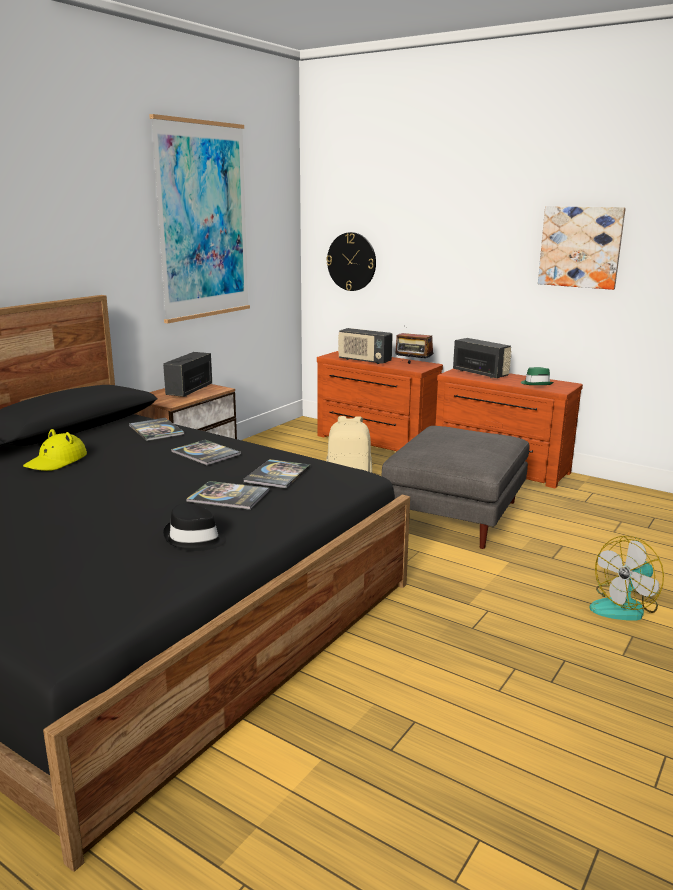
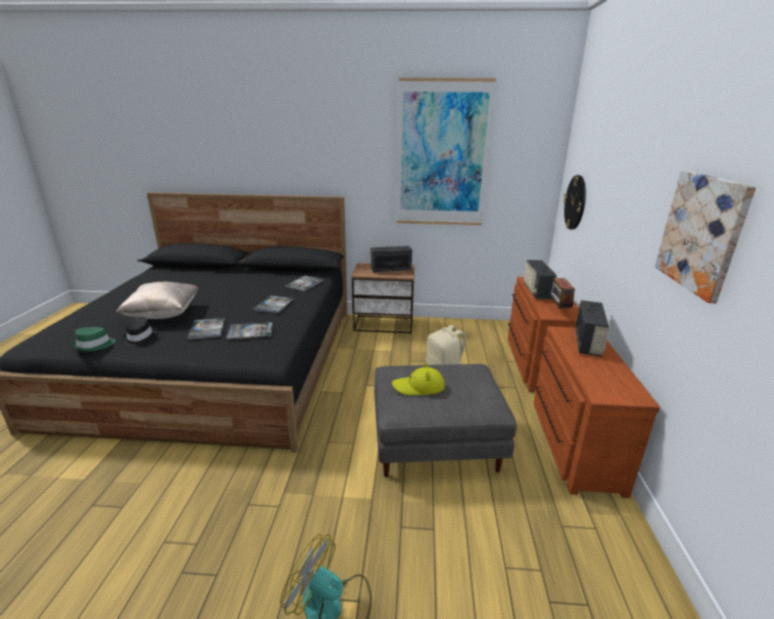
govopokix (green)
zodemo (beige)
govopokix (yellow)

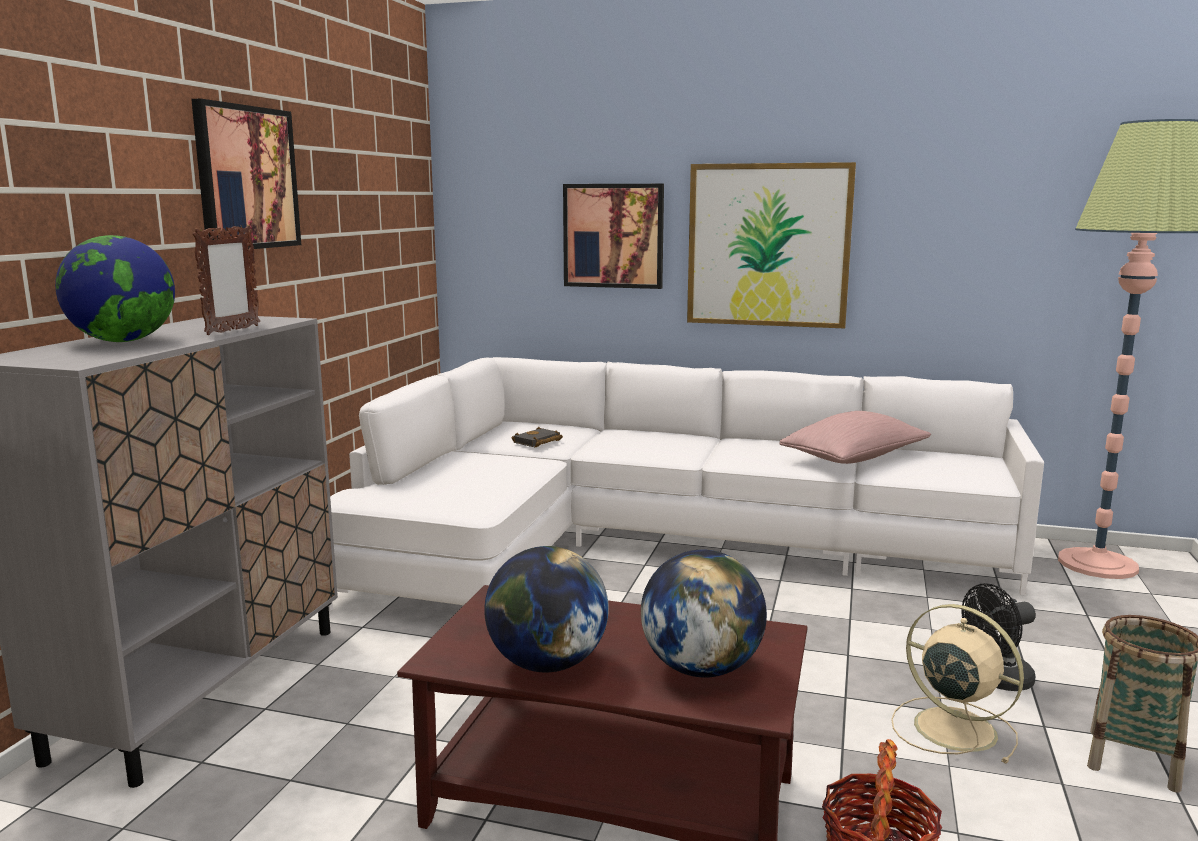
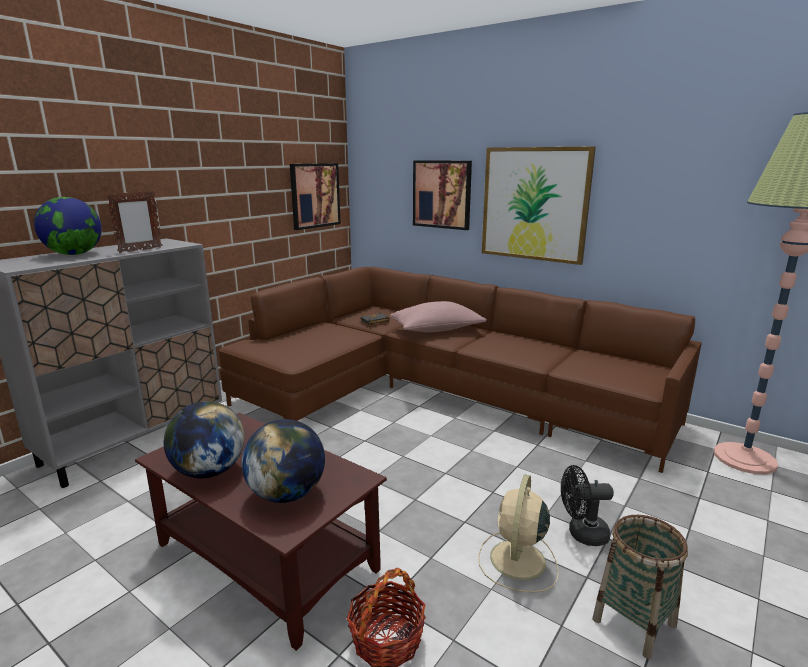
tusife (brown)
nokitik (1st from left)
zodemo (pink)
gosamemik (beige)

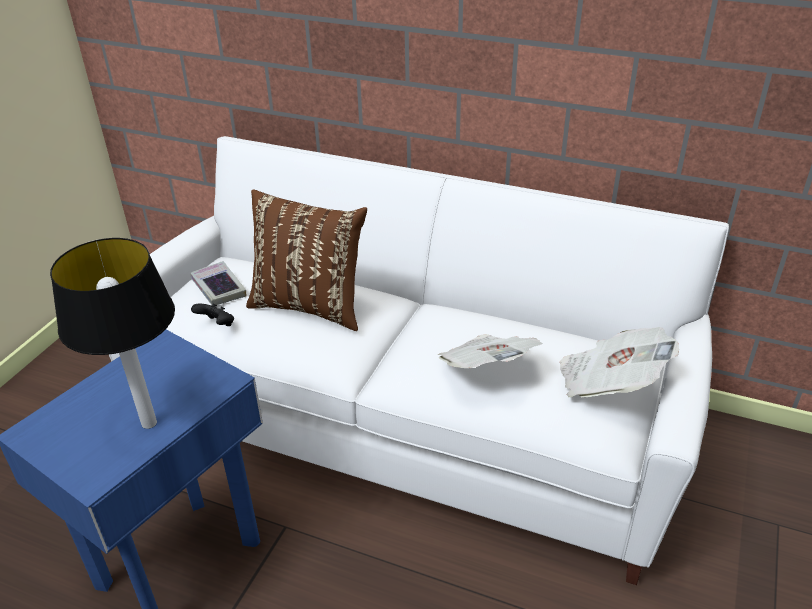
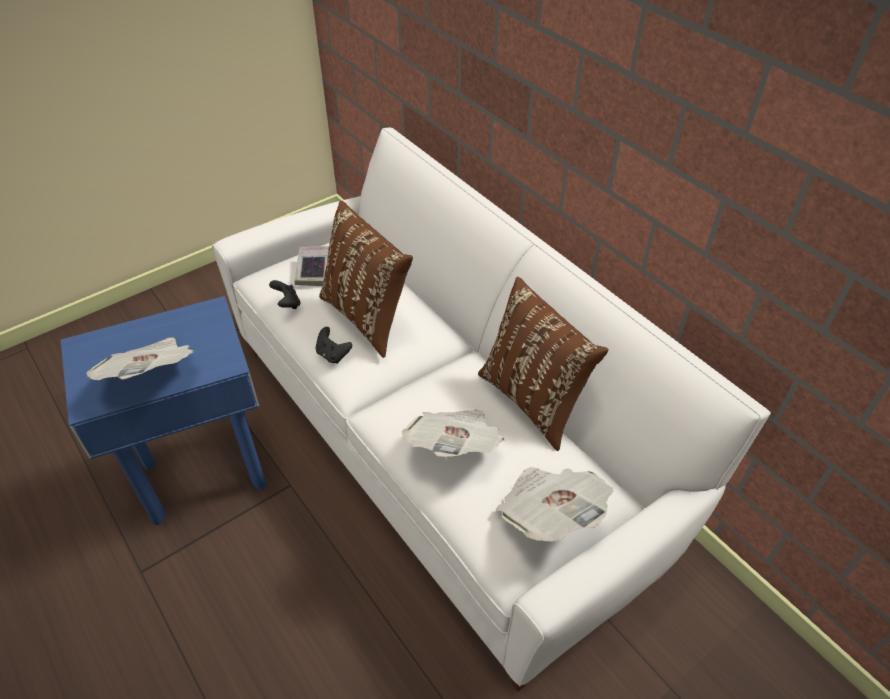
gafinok (1st from left)
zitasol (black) (2nd from left)
zodemo (brown) (2nd from left)

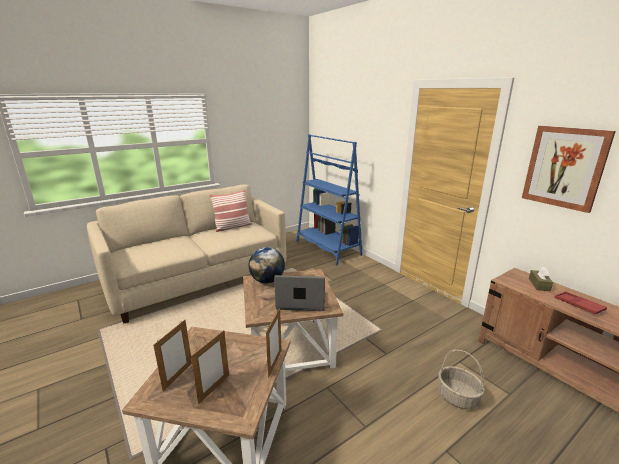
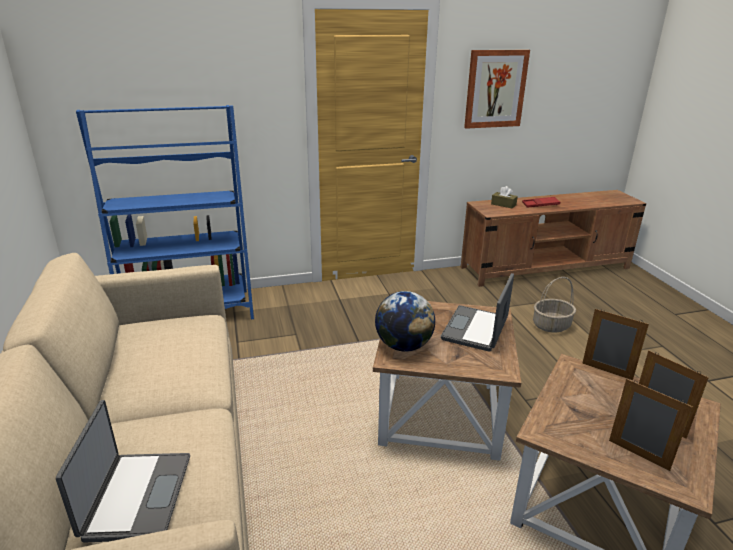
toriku (1st from left)
zodemo

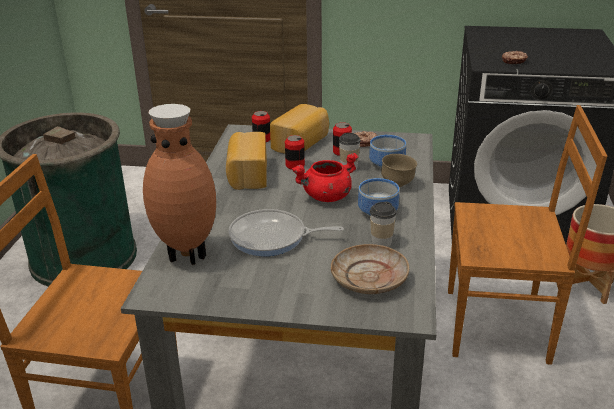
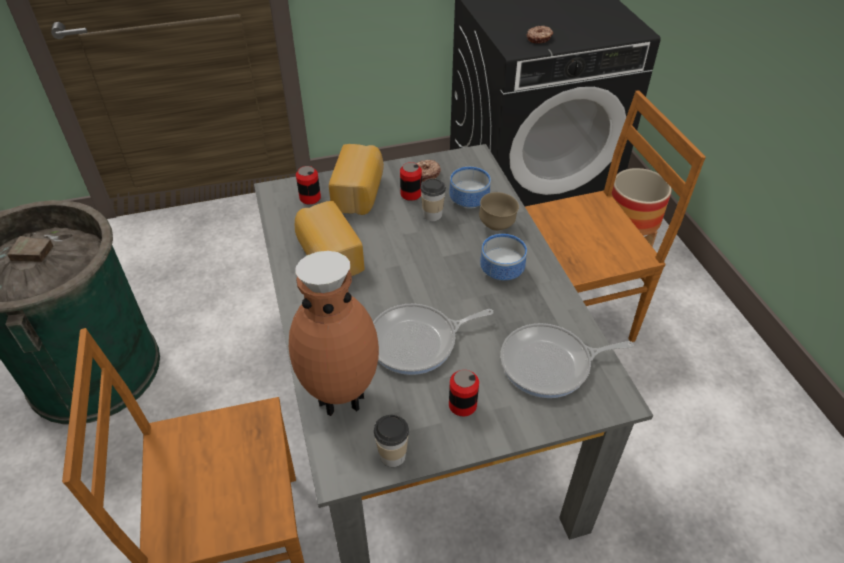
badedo (1st from left)
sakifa (3rd from left)
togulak (2nd from left)
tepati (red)

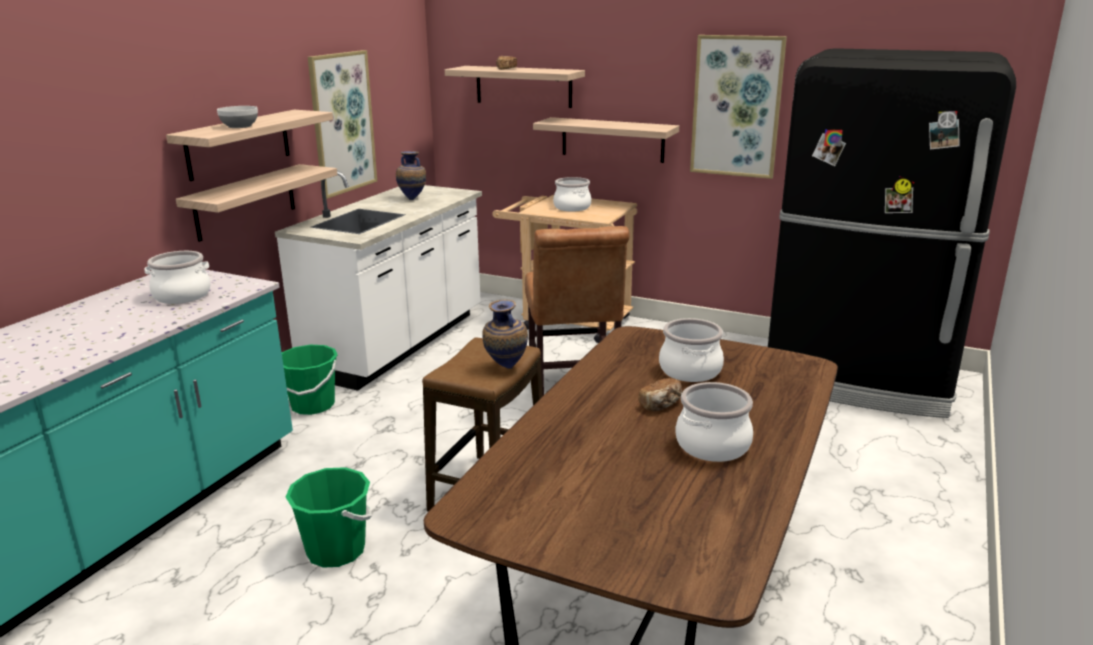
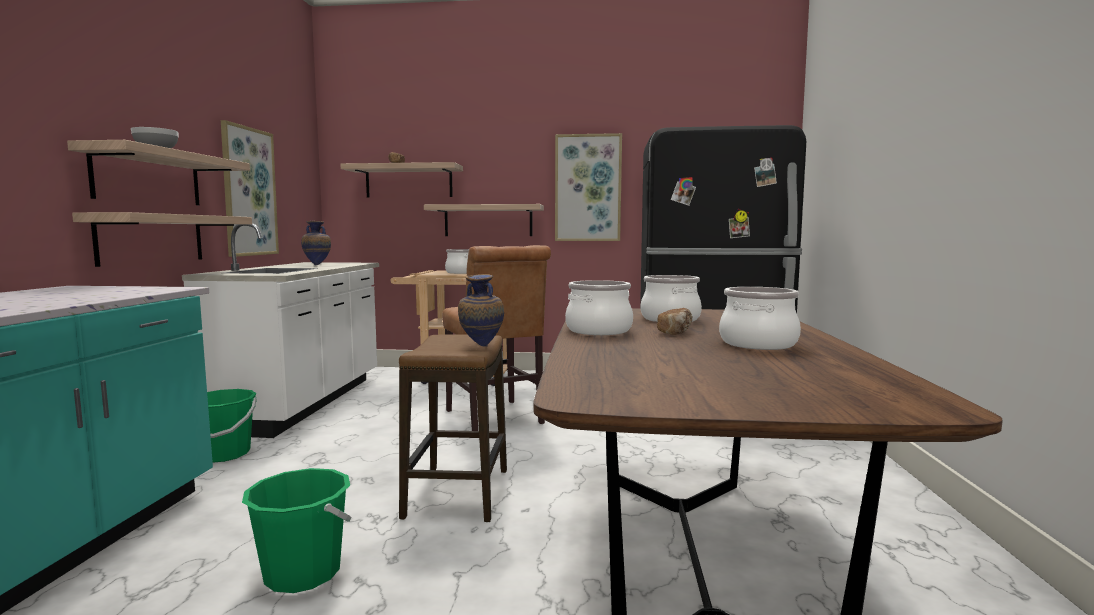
tepati (2nd from left)

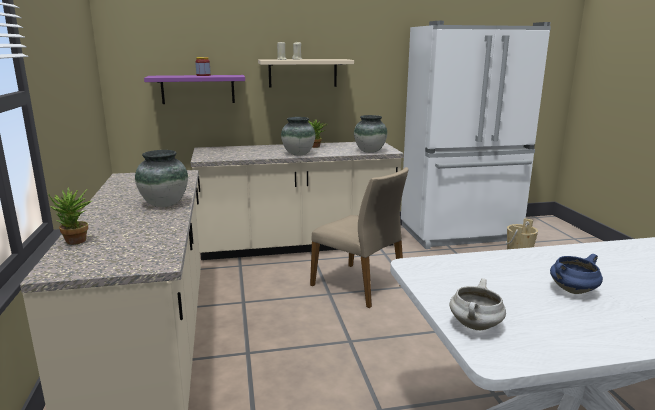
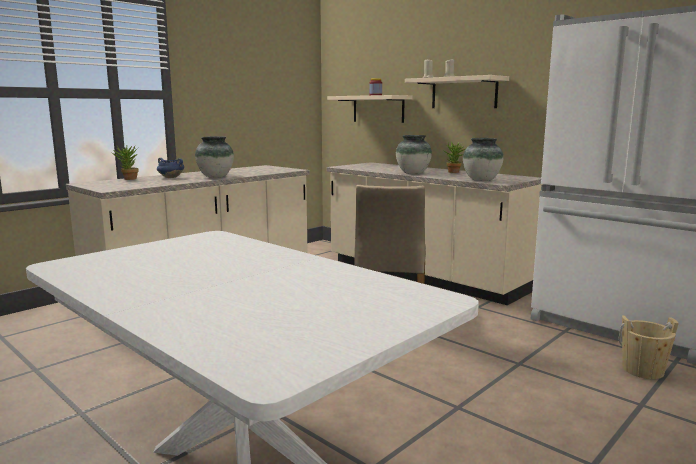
tepati (blue)
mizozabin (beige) (1st from left)
tepati (white)

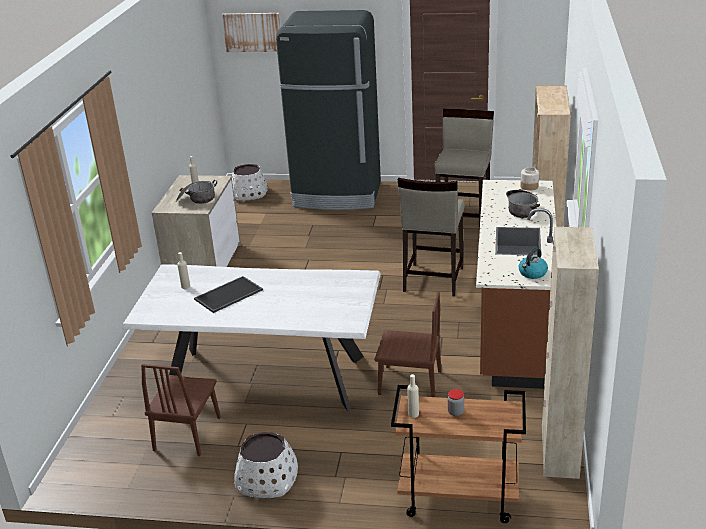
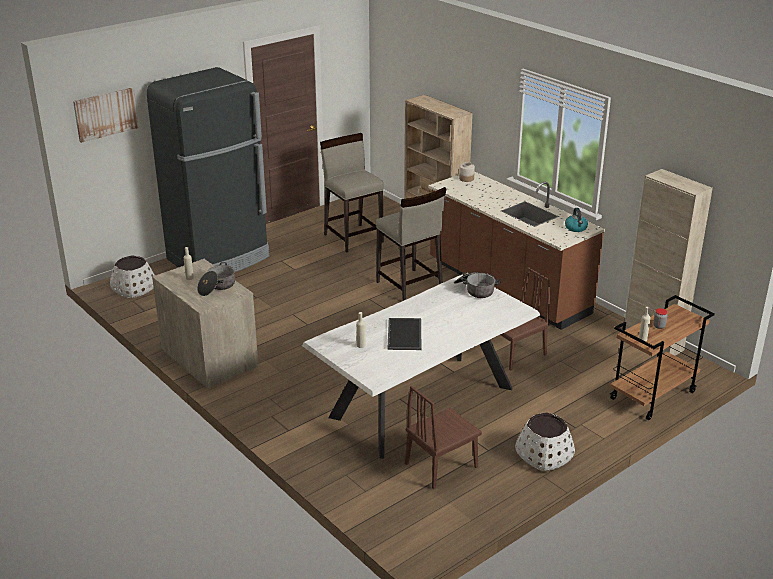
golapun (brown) (1st from left)
tepati (2nd from left)

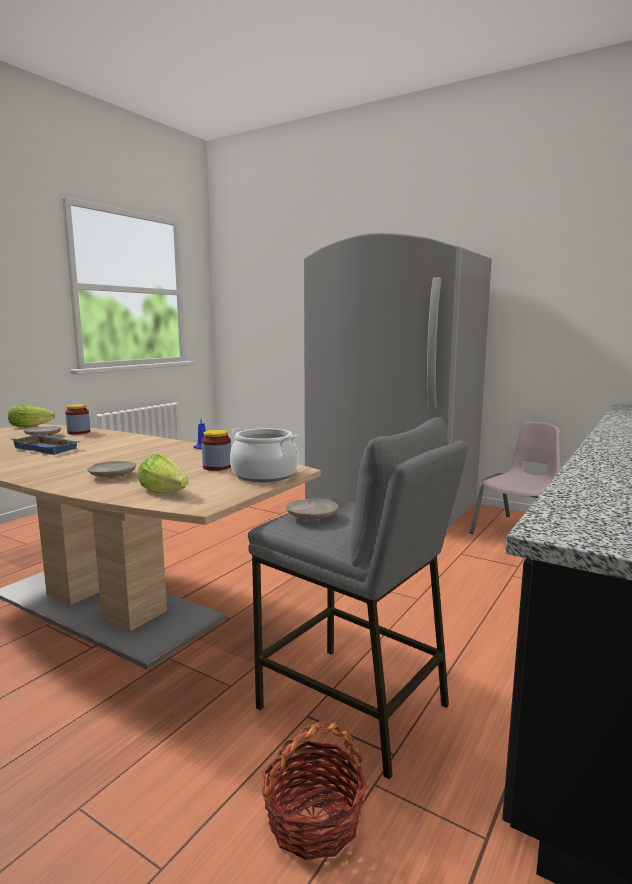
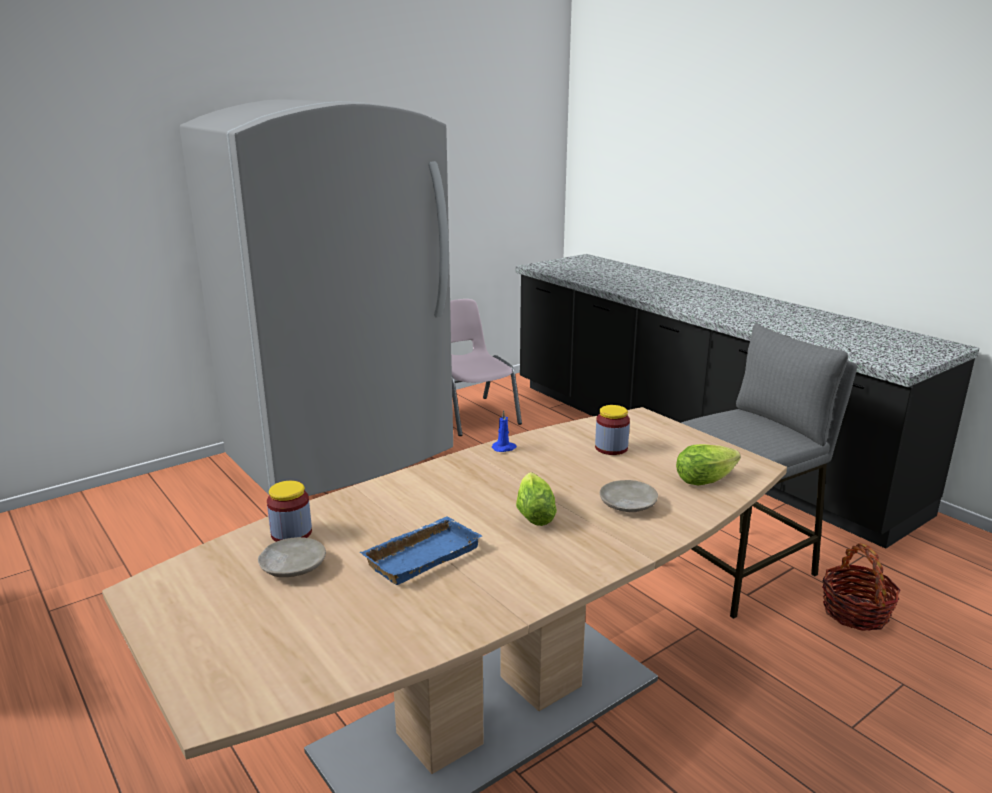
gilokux (1st from left)
tepati
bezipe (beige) (3rd from left in the first image)

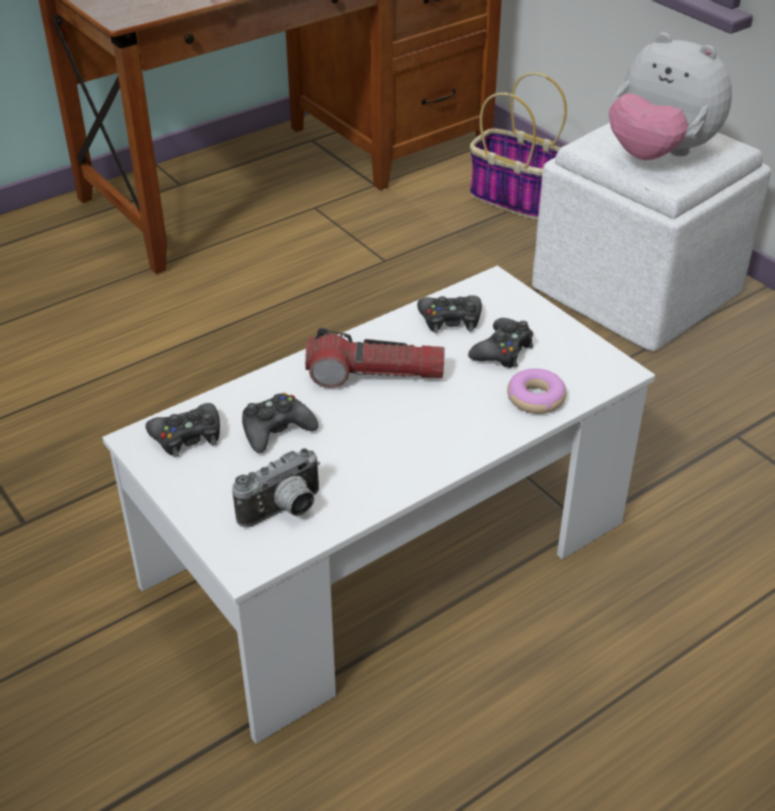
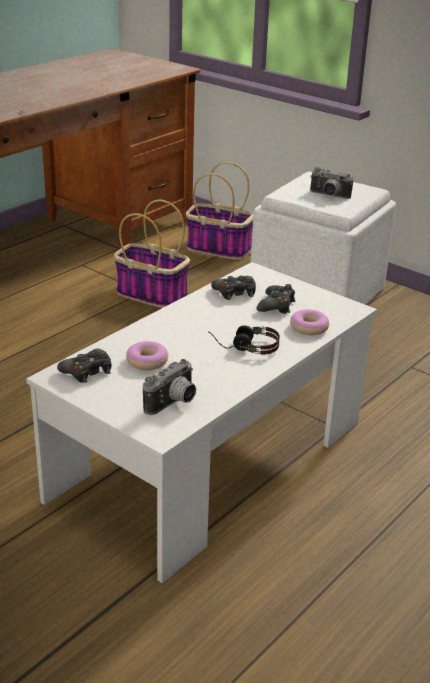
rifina (1st from left)
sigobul (1st from left)
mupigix
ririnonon (2nd from left)
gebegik

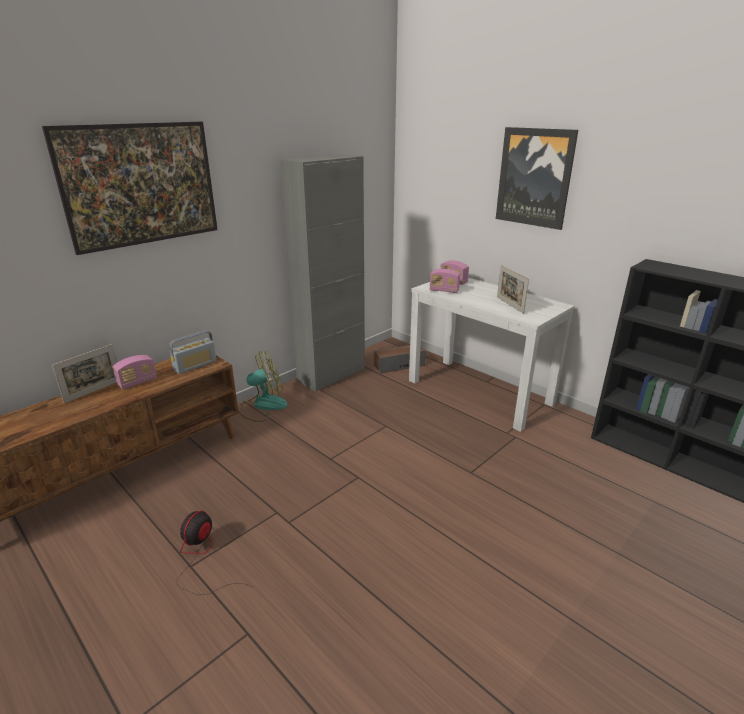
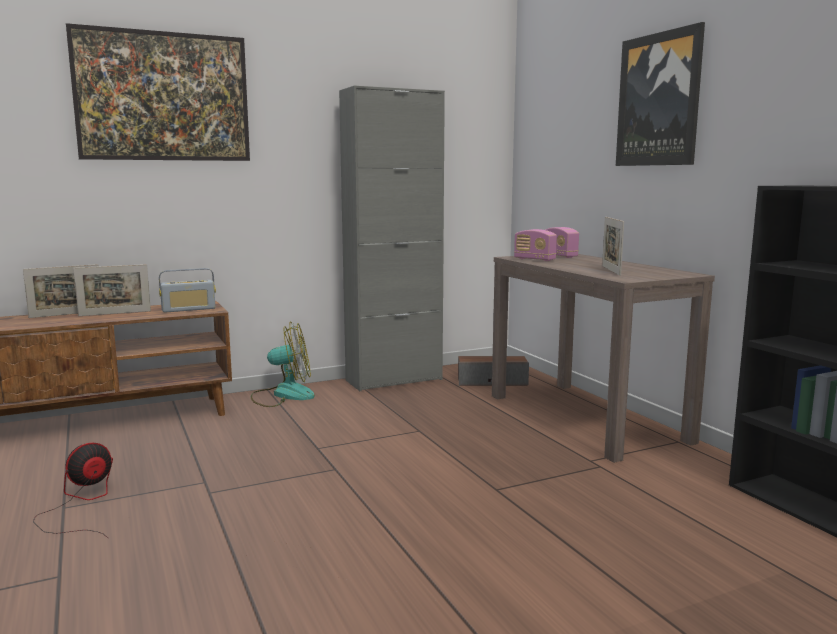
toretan (2nd from left)
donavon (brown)

